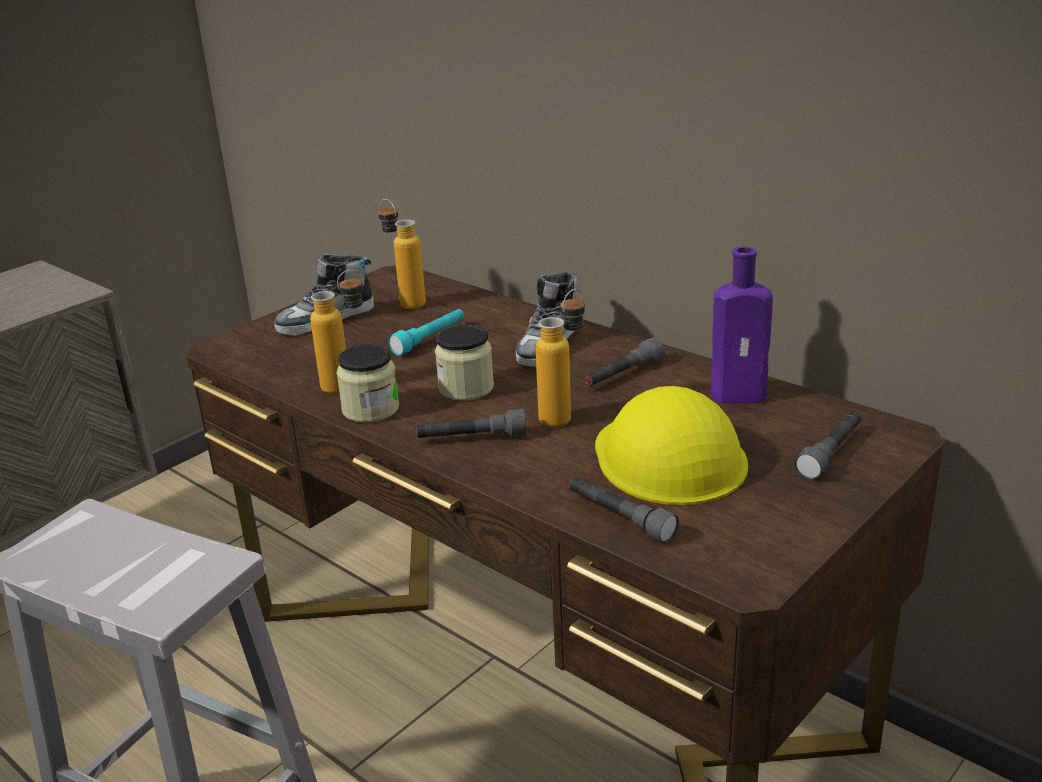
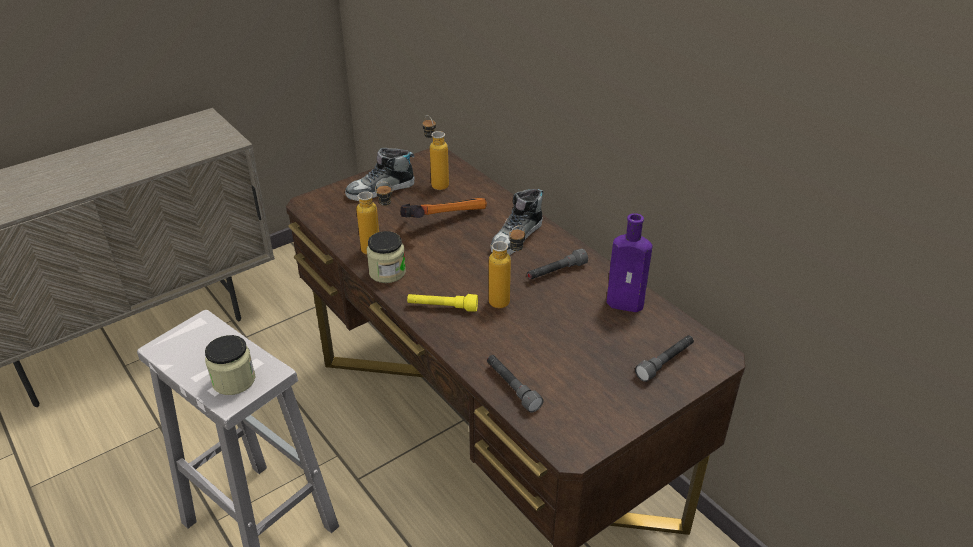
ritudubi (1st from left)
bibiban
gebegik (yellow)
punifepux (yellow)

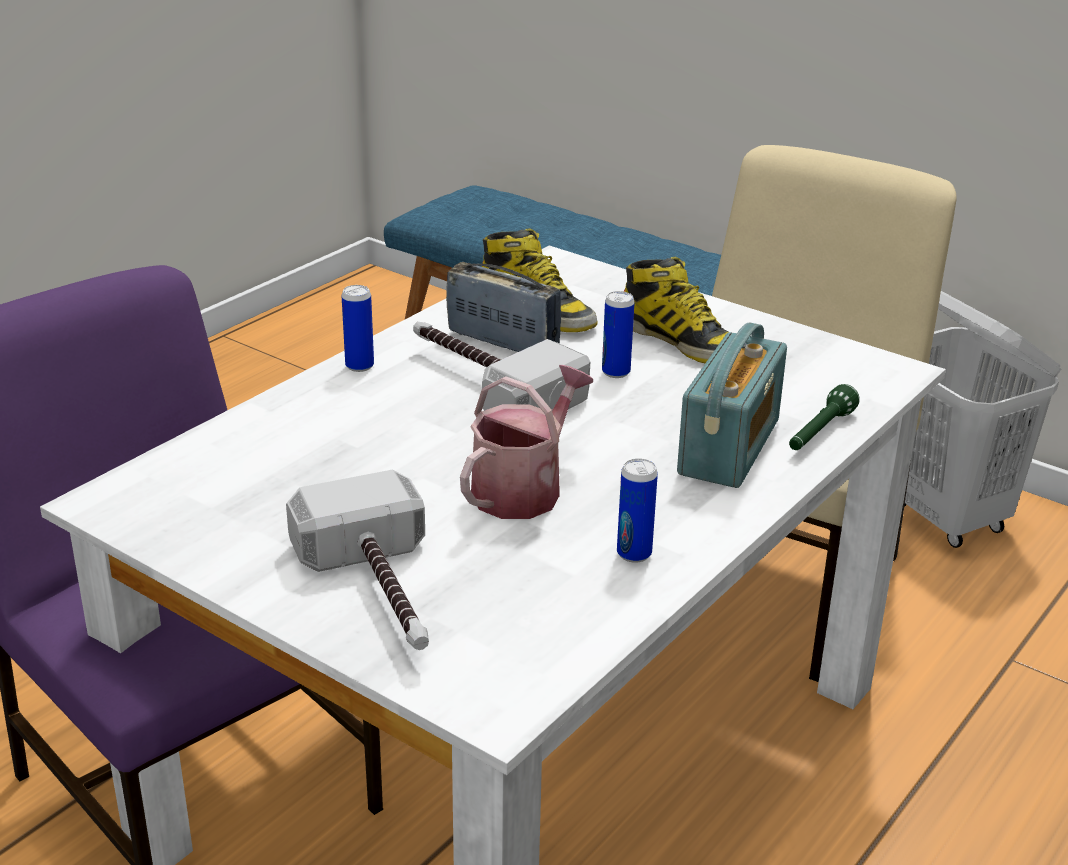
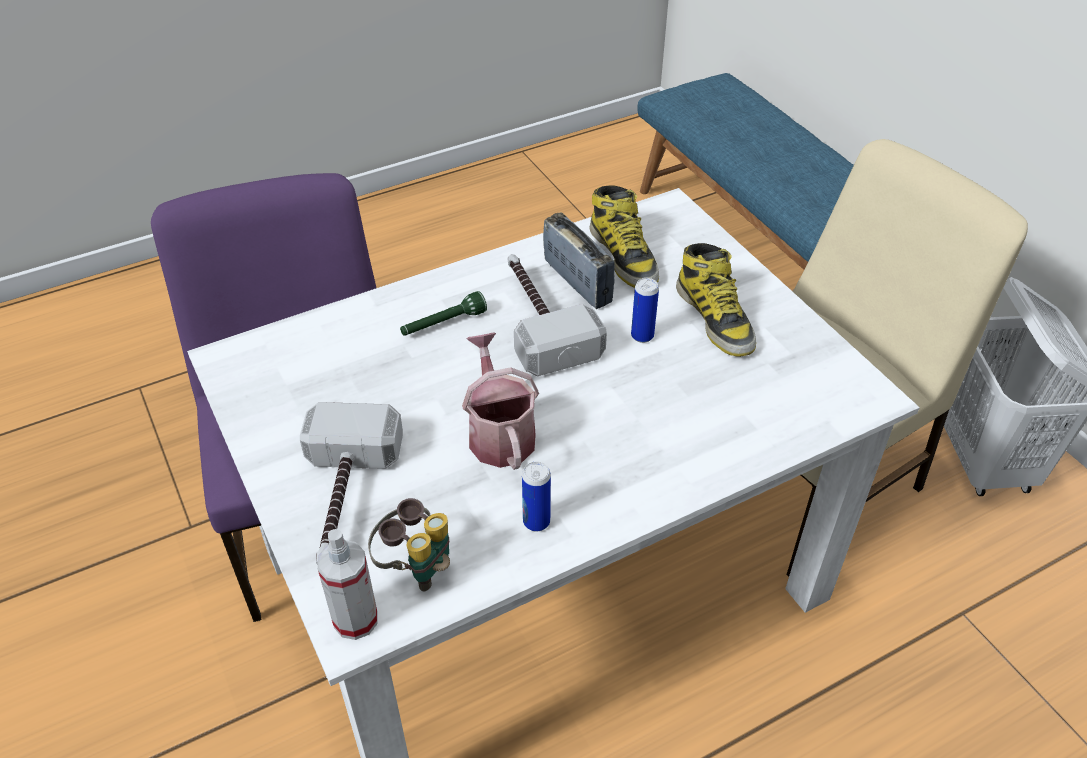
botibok
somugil
gebegik (green)
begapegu
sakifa (1st from left in the first image)
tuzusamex (2nd from left in the first image)

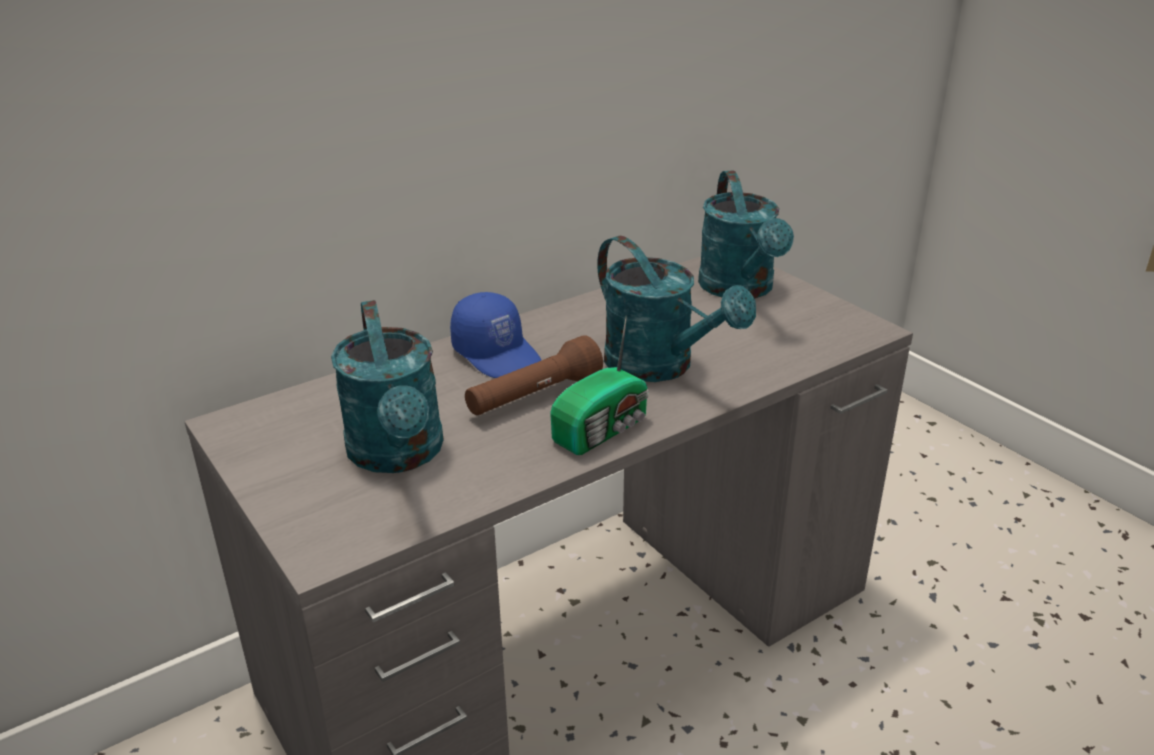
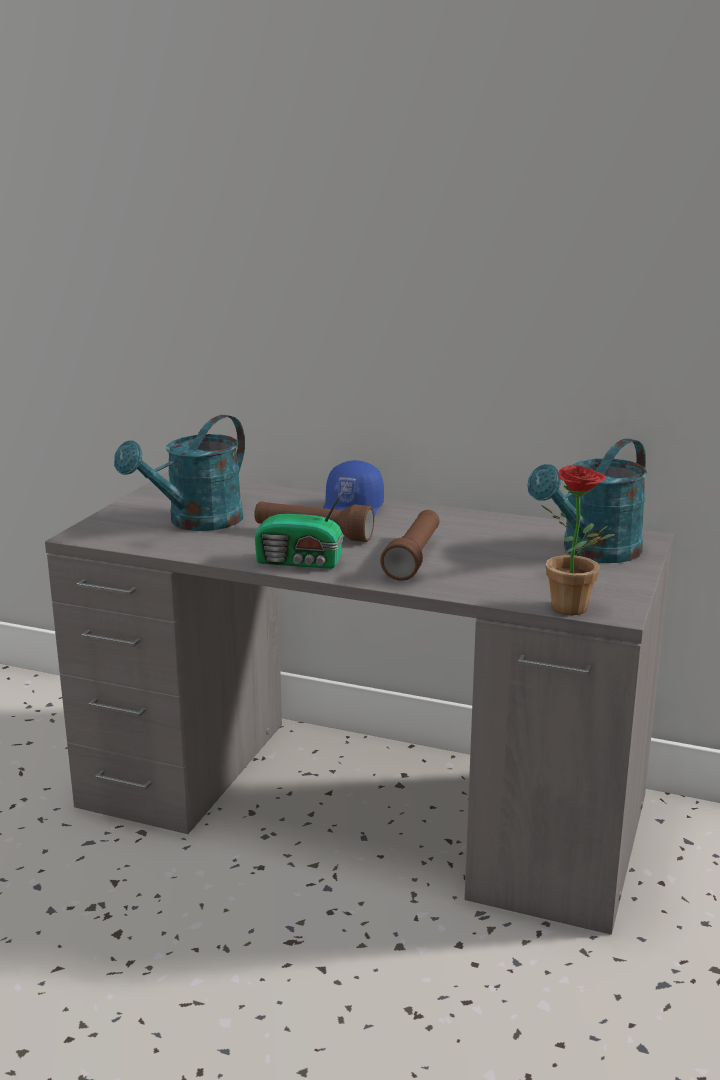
gebegik (brown) (2nd from left)
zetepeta

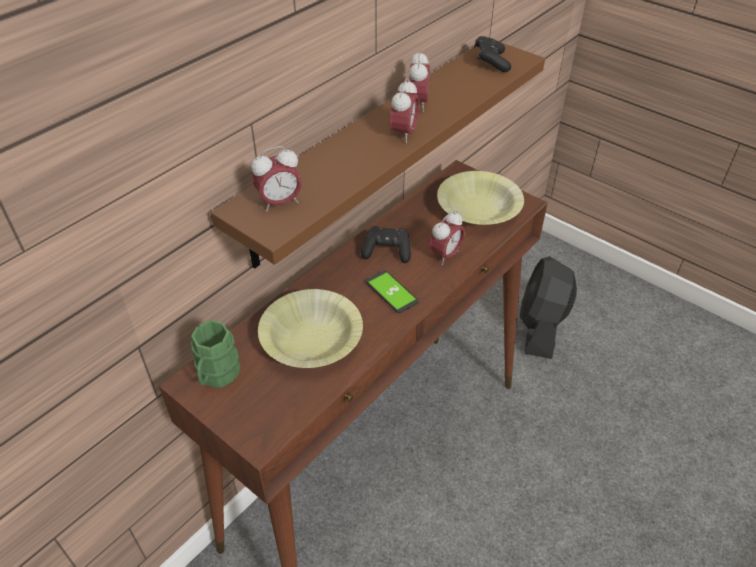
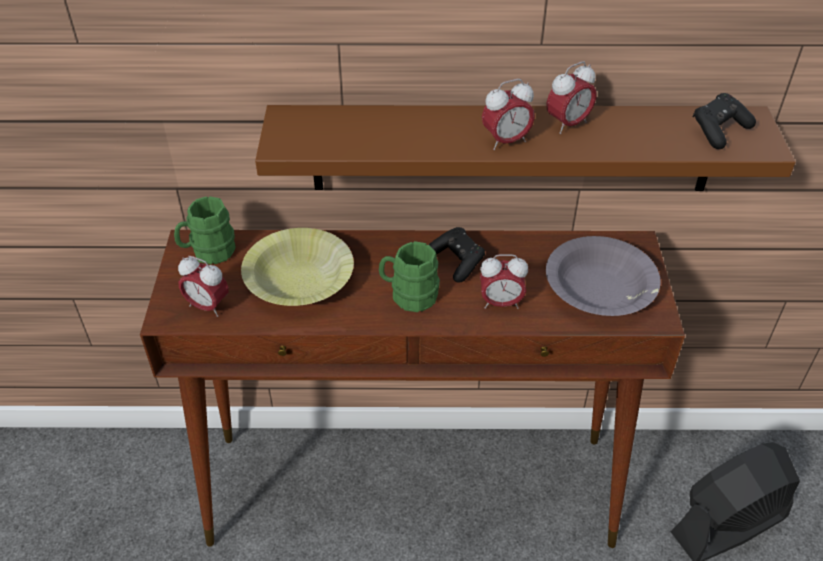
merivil (1st from left)
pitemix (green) (2nd from left)
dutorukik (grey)

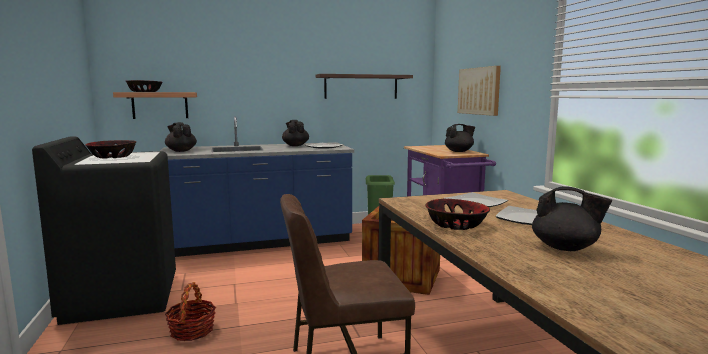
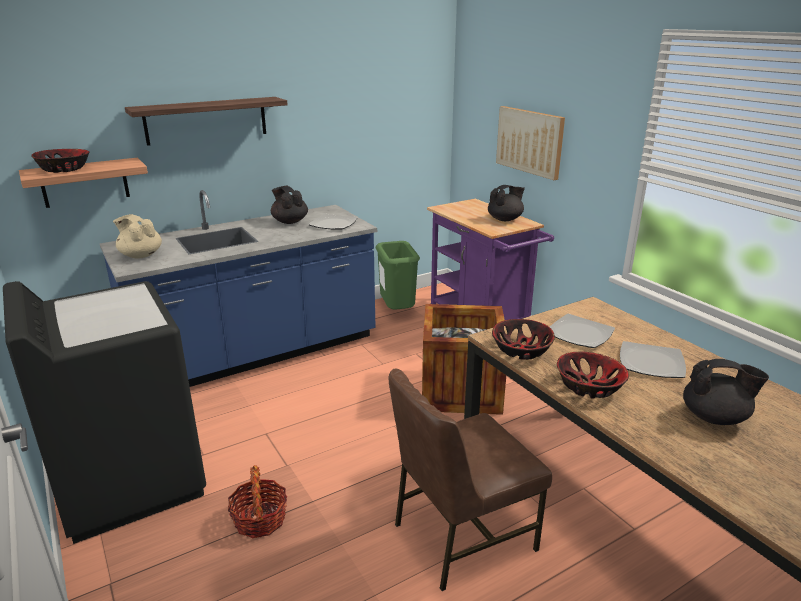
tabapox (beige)
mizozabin (2nd from left)
dutorukik (2nd from left)

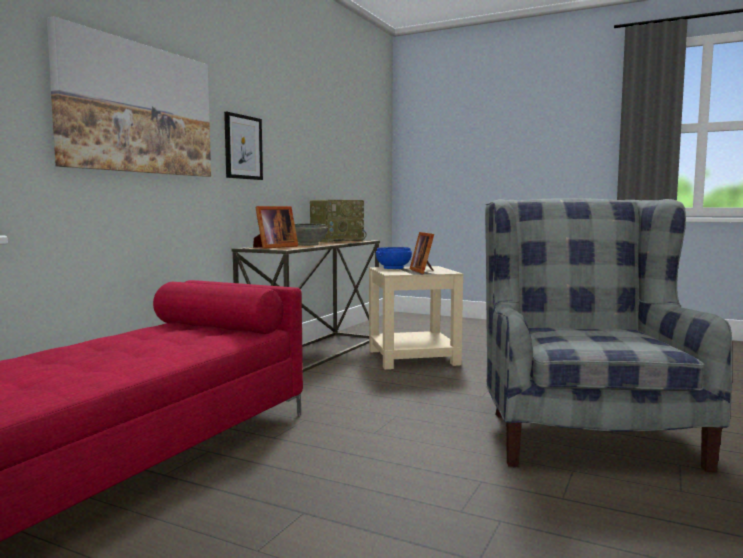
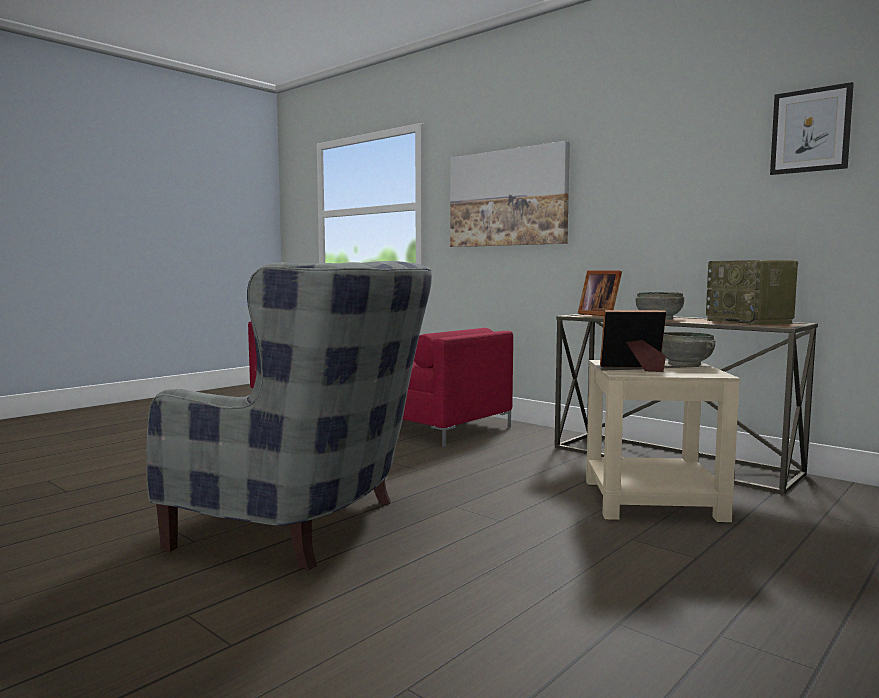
dutorukik (grey) (2nd from left)
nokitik (2nd from left)

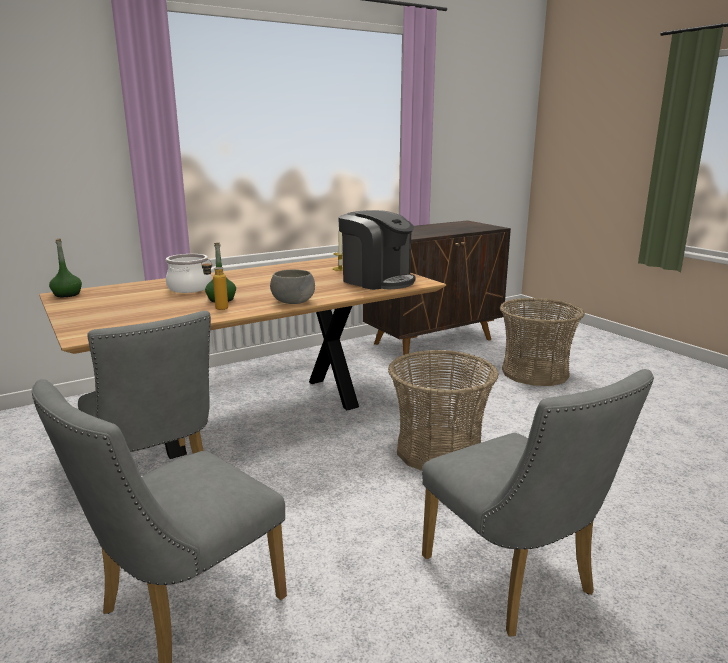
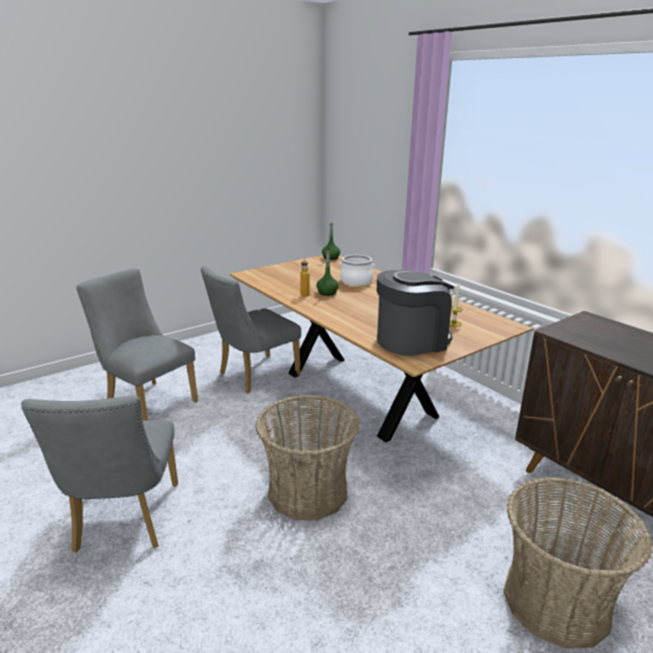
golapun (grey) (1st from left)
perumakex
dutorukik (grey)

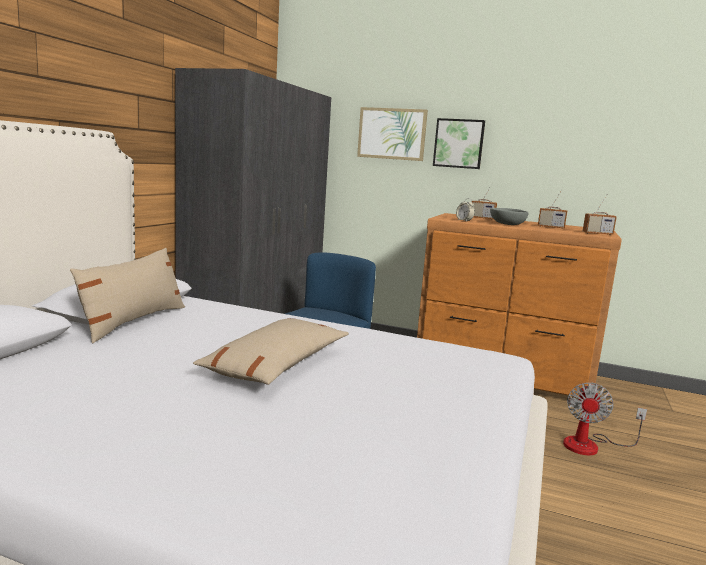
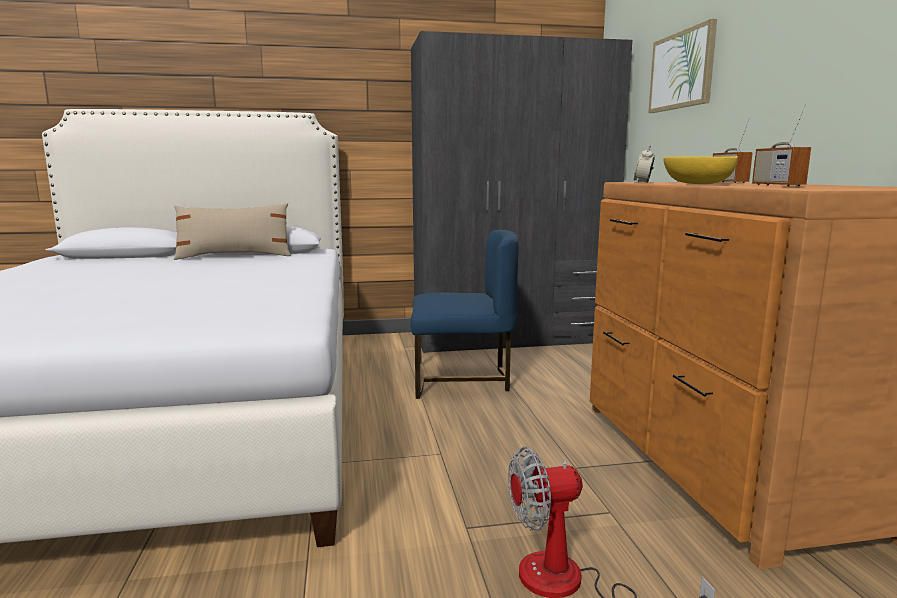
dutorukik (yellow)
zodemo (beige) (2nd from left in the first image)
nokitik (2nd from left in the first image)
tuzusamex (3rd from left in the first image)

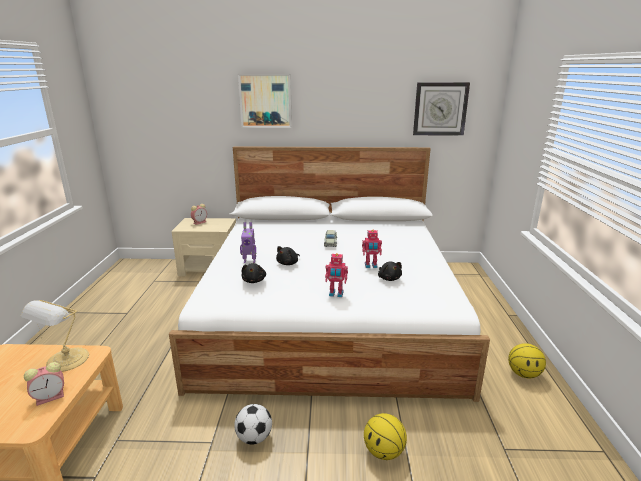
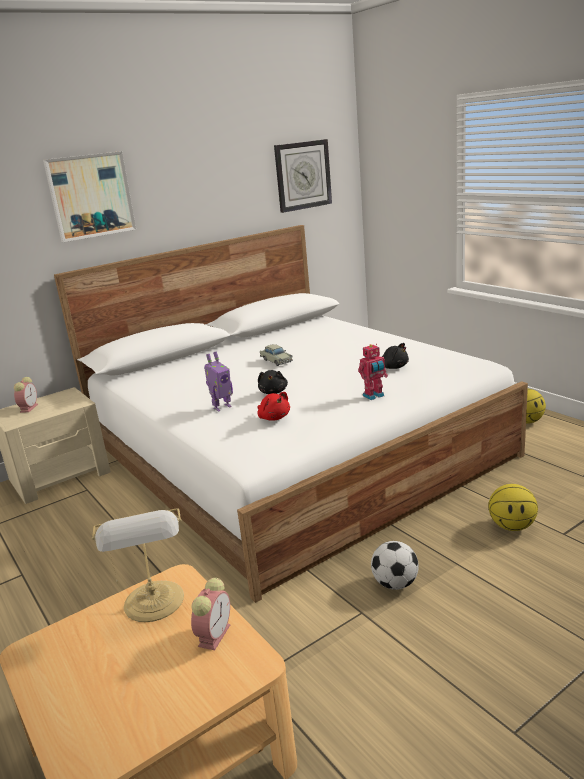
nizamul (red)
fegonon (3rd from left in the first image)

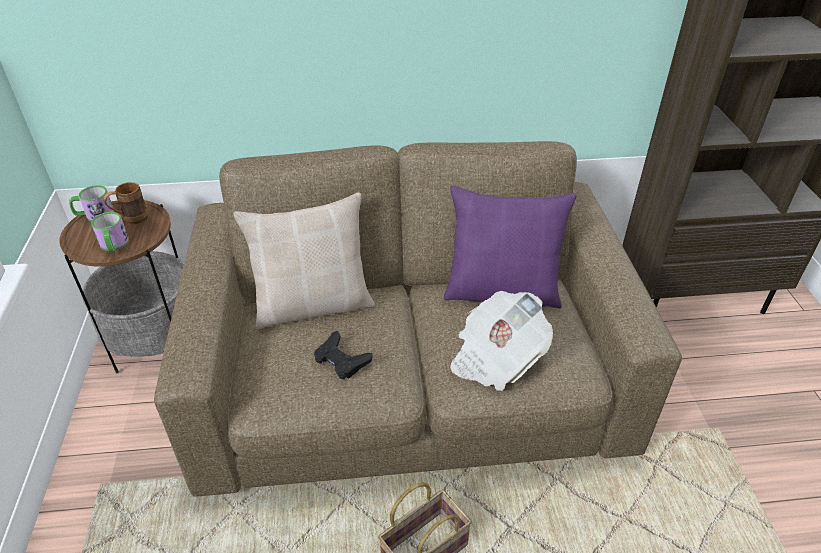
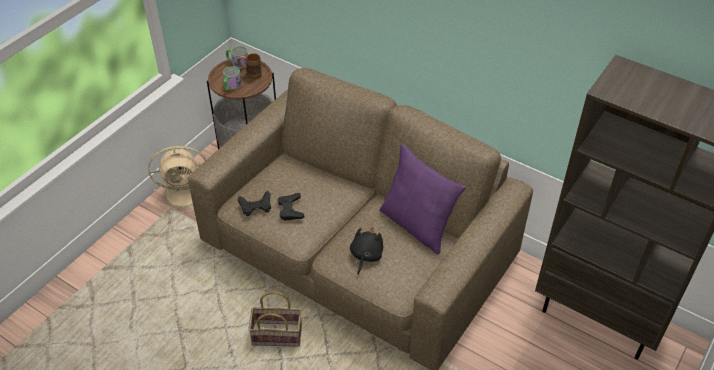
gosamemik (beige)
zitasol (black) (1st from left)
nizamul (black)
zodemo (beige)

